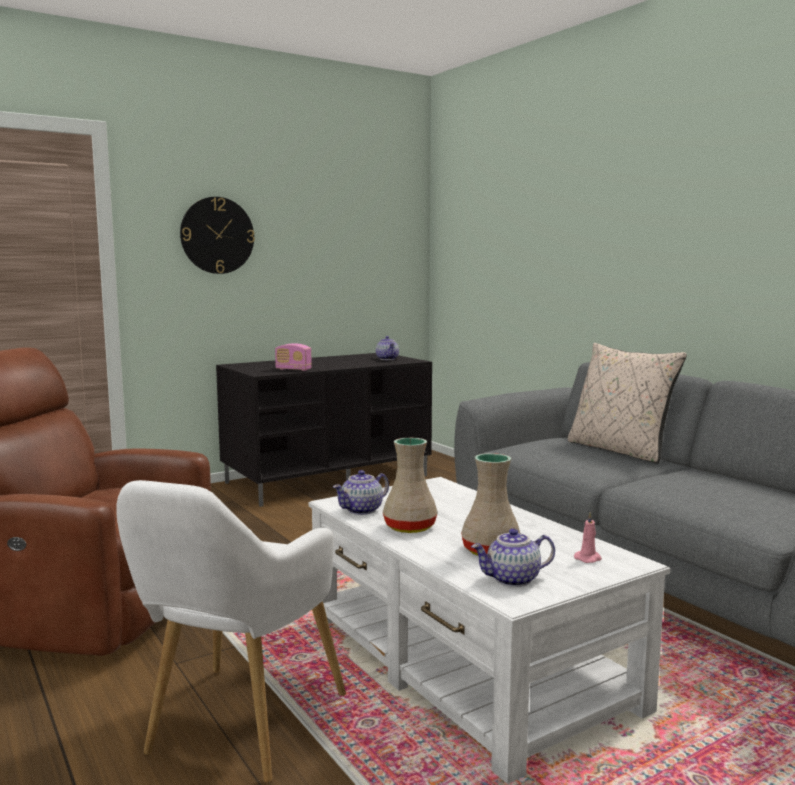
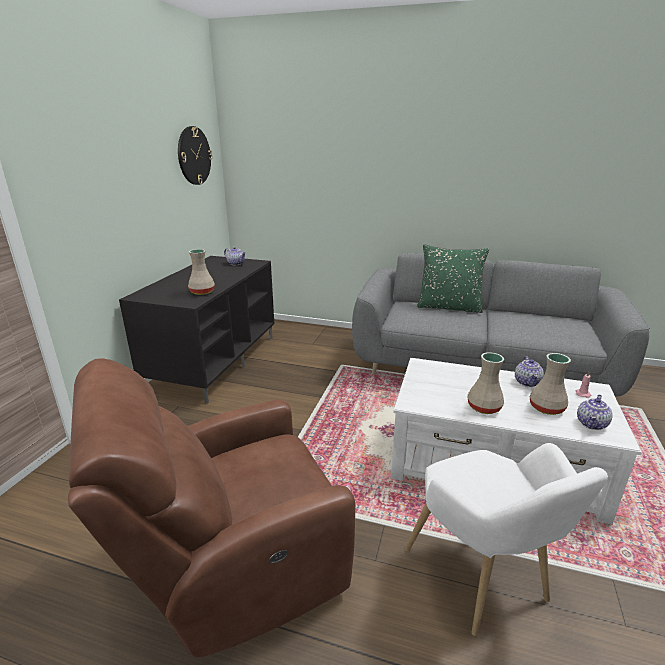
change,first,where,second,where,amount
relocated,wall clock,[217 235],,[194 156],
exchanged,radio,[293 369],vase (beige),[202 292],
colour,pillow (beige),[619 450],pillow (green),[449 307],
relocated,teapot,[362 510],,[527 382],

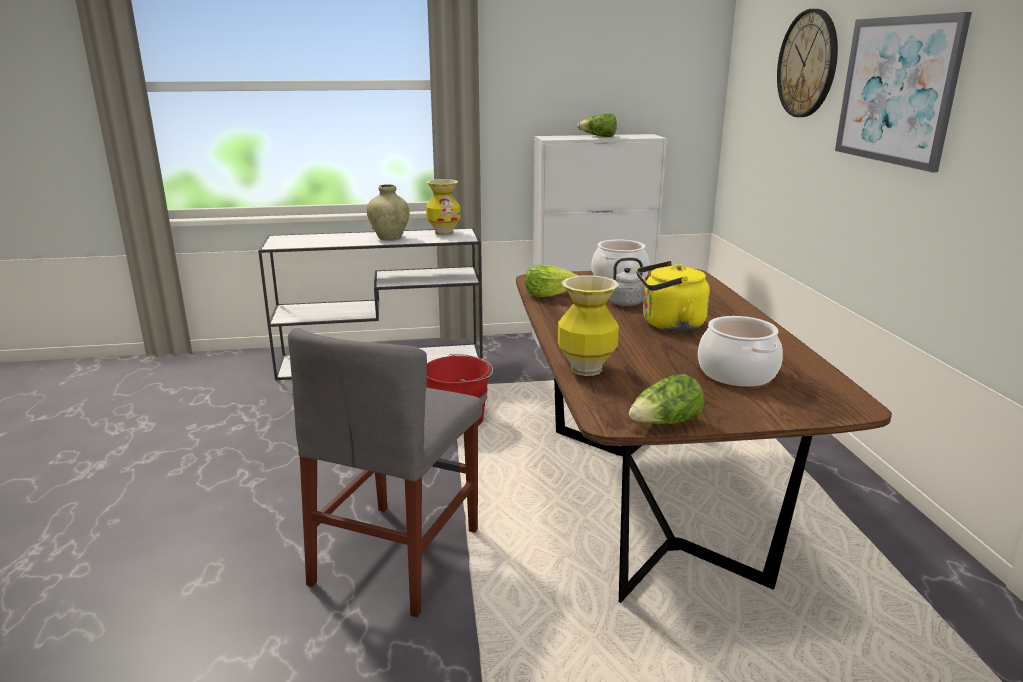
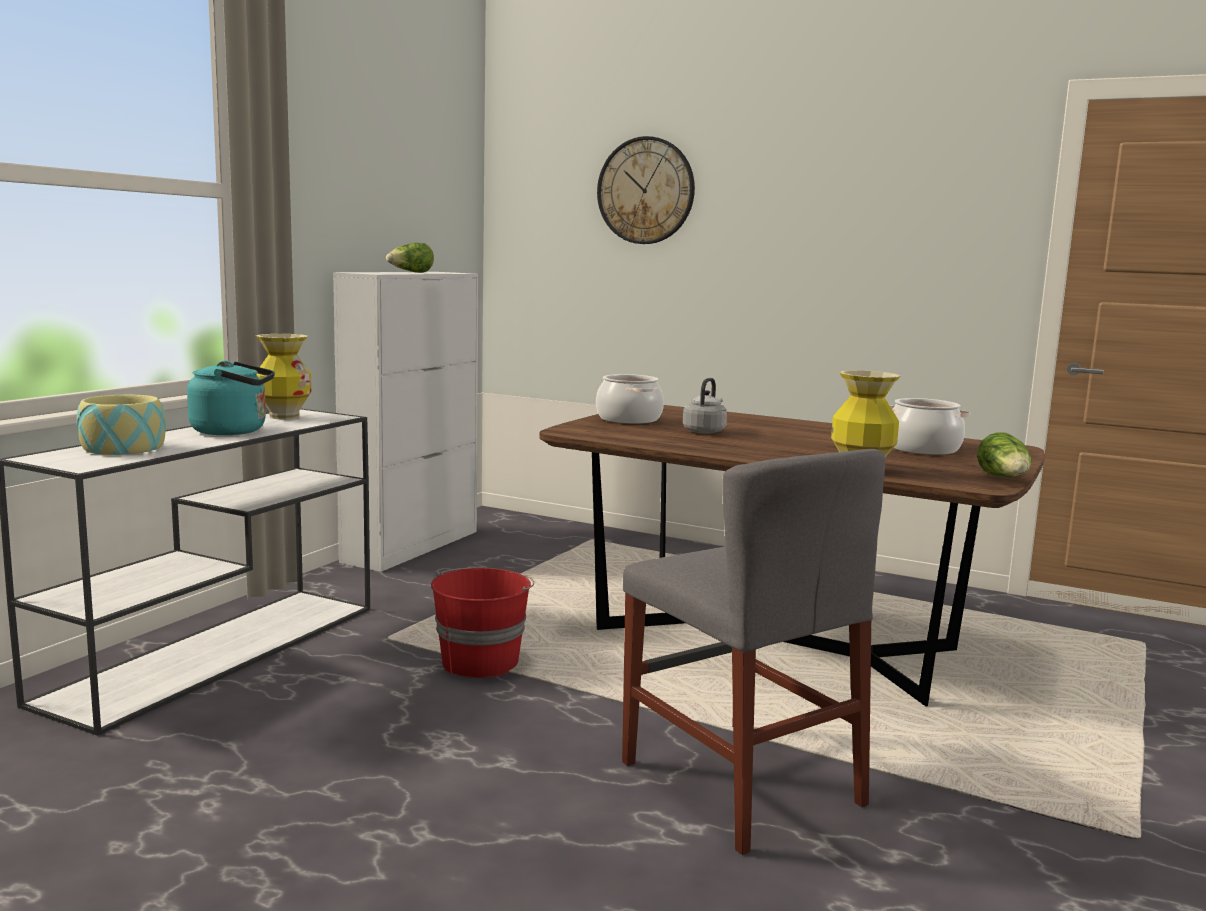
change,first,where,second,where,amount
missing,picture,[896 90],,,
exchanged,vase (beige),[389 238],kettle (turquoise),[234 431],
missing,kettle (yellow),[669 324],,,
missing,lettuce,[549 295],,,
appeared,,,bowl,[123 448],

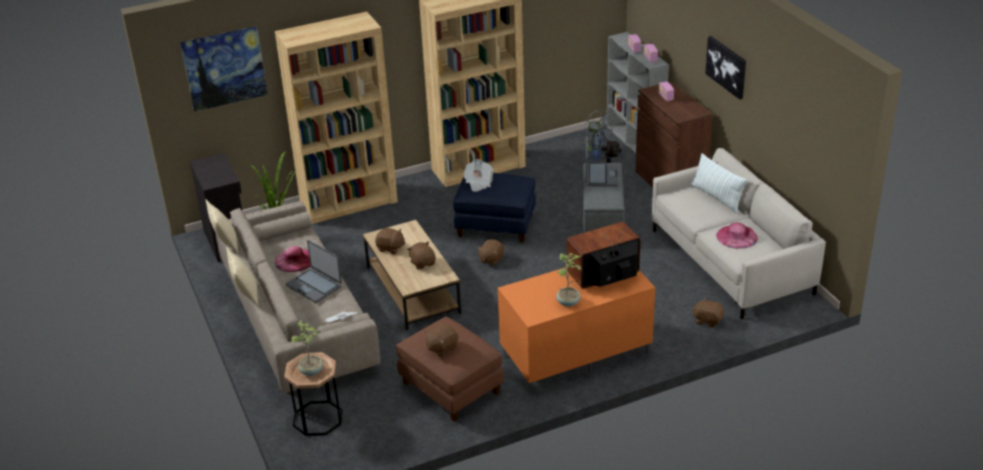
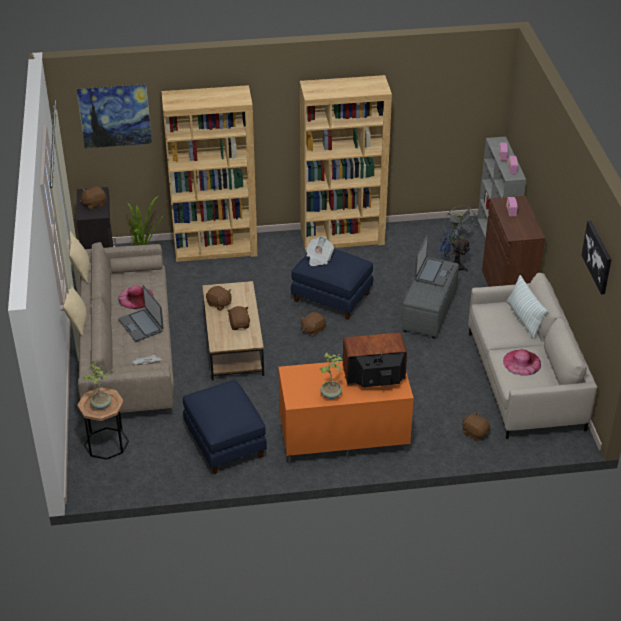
change,first,where,second,where,amount
relocated,picture,[726 66],,[597 257],
colour,ottoman (brown),[452 388],ottoman (blue),[226 443],
relocated,plush toy (brown),[442 348],,[94 204],

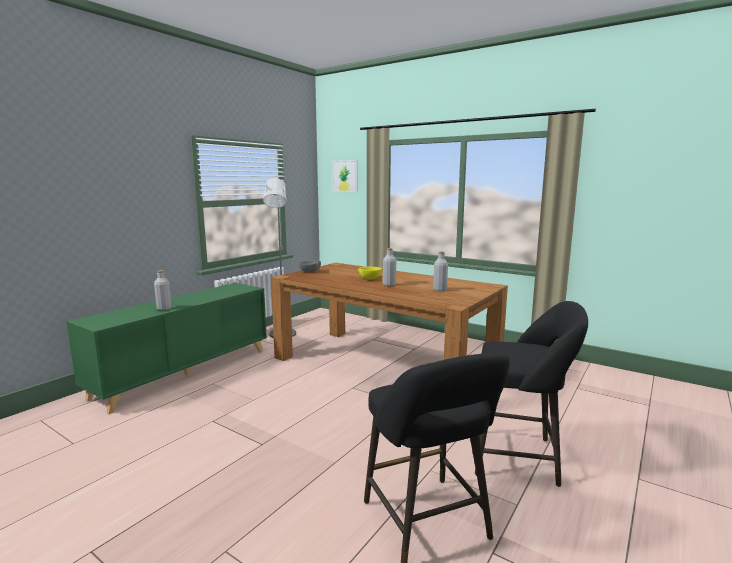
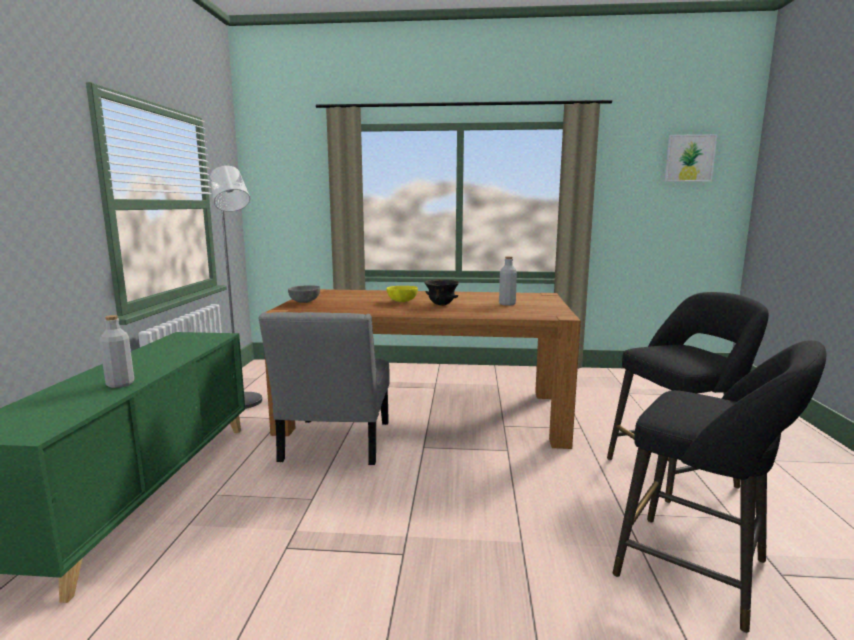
change,first,where,second,where,amount
relocated,picture,[345 176],,[689 158],
exchanged,bottle (grey),[389 285],bowl (black),[441 305],
appeared,,,chair (grey),[334 445],

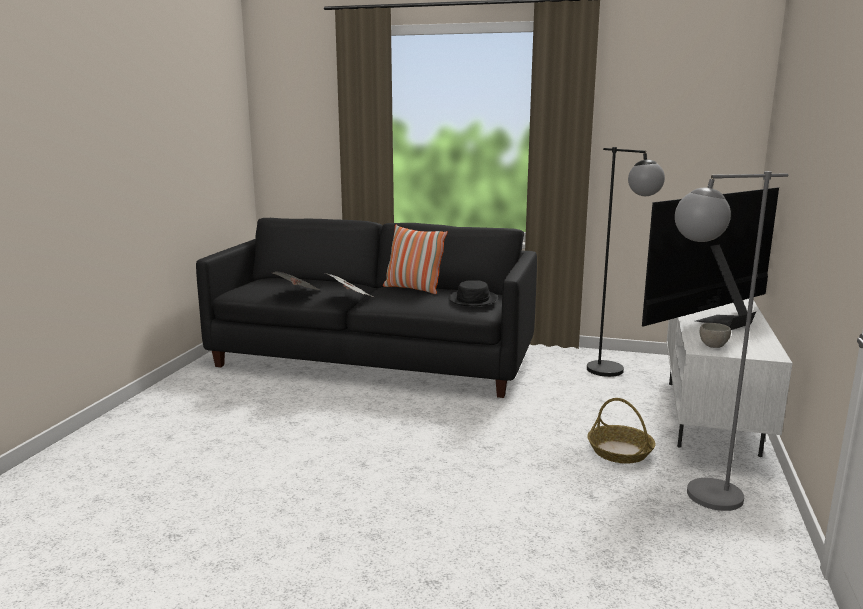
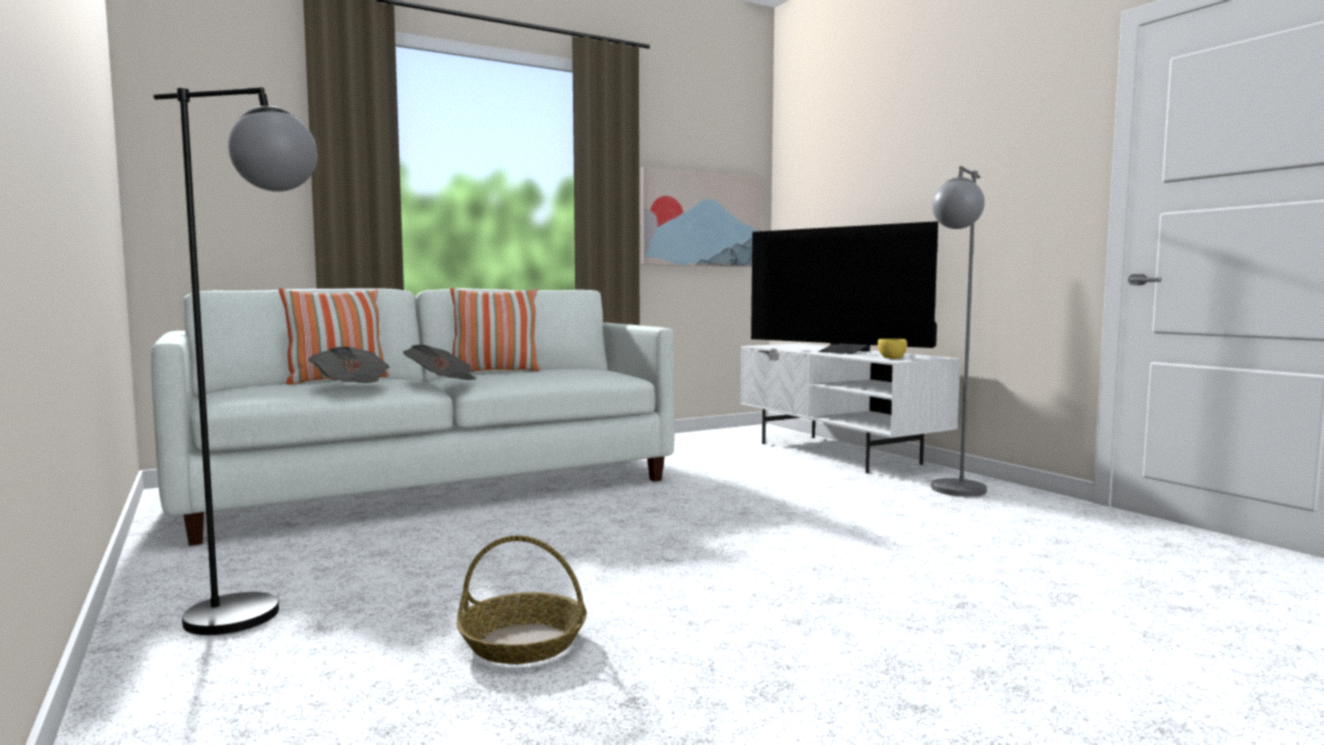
change,first,where,second,where,amount
relocated,floor lamp (black),[615 374],,[259 619],
spun,television,[716 321],,[841 352],60 degrees counterclockwise
colour,sofa (black),[373 359],sofa (white),[436 487],
missing,hat (black),[473 299],,,
colour,bowl (grey),[712 345],bowl (yellow),[891 358],
relocated,basket,[620 452],,[523 642],
appeared,,,picture,[701 219],
appeared,,,pillow,[337 380],

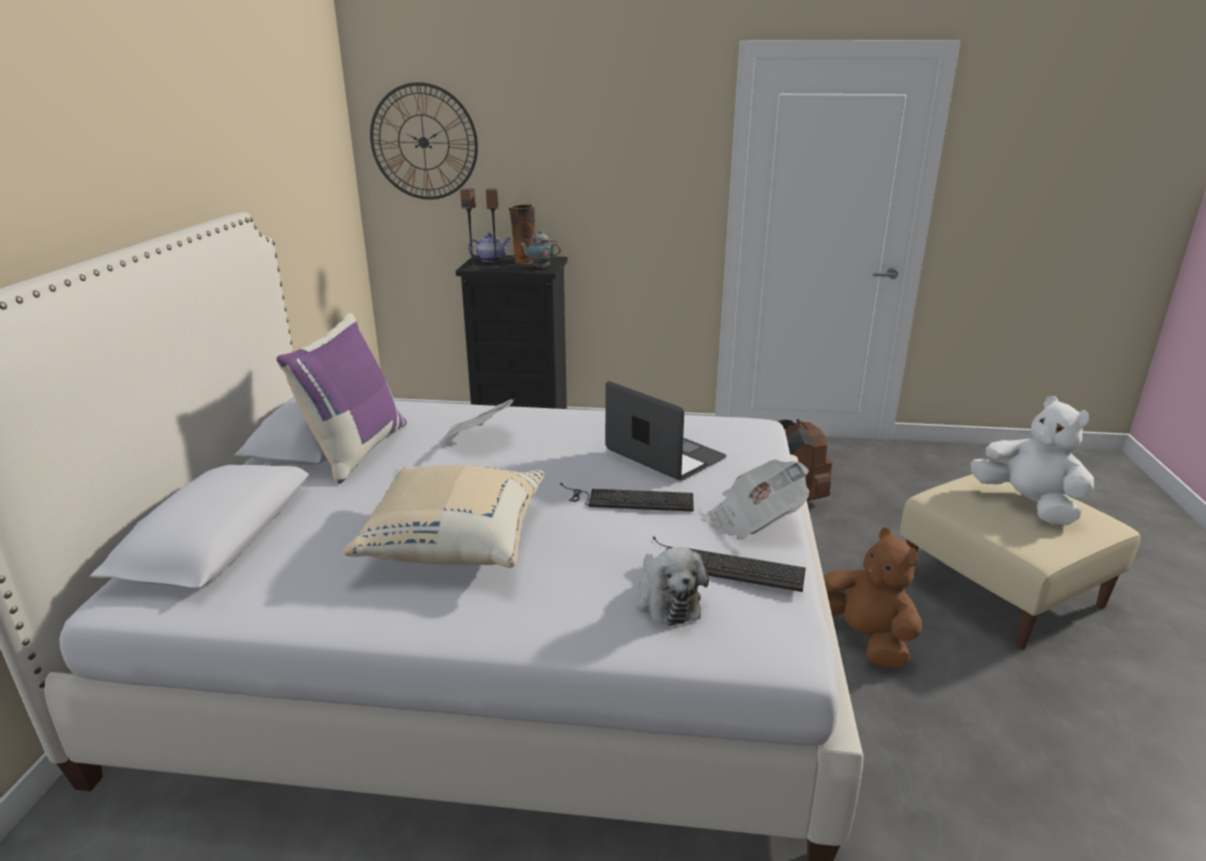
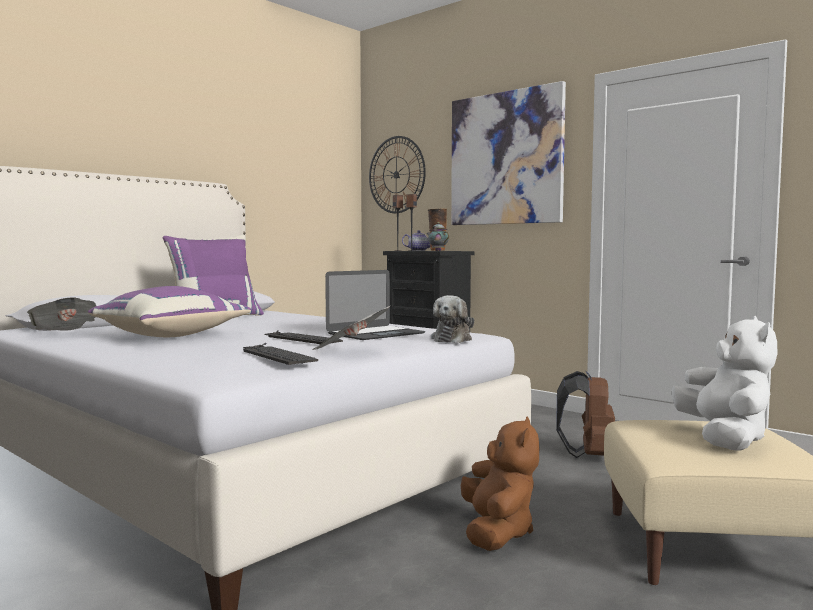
change,first,where,second,where,amount
spun,laptop,[664 454],,[375 333],60 degrees clockwise
relocated,newspaper,[477 438],,[66 334],
colour,pillow (beige),[453 541],pillow (purple),[170 336],
relocated,plush toy,[666 600],,[452 339],
appeared,,,picture,[506 158],

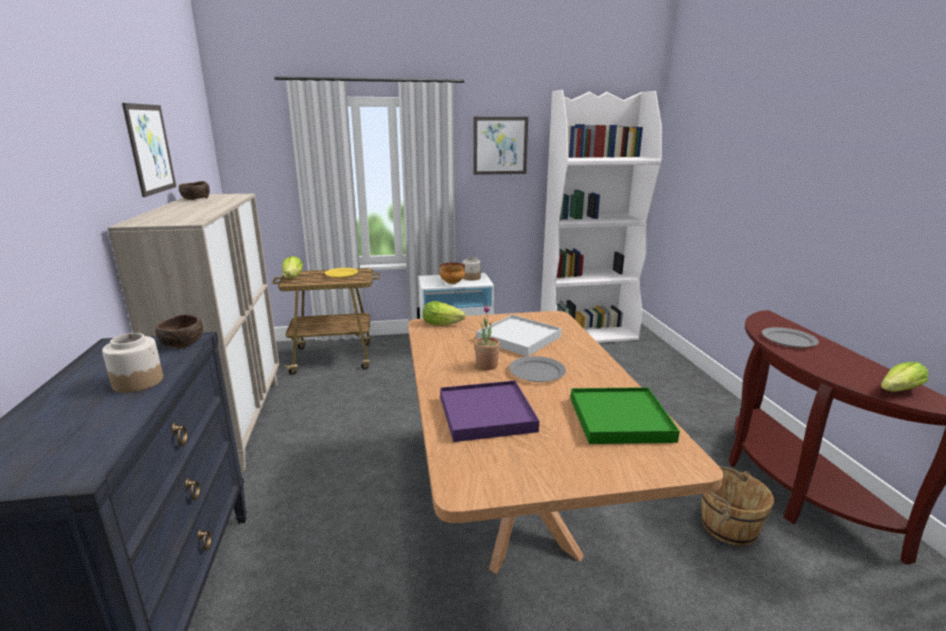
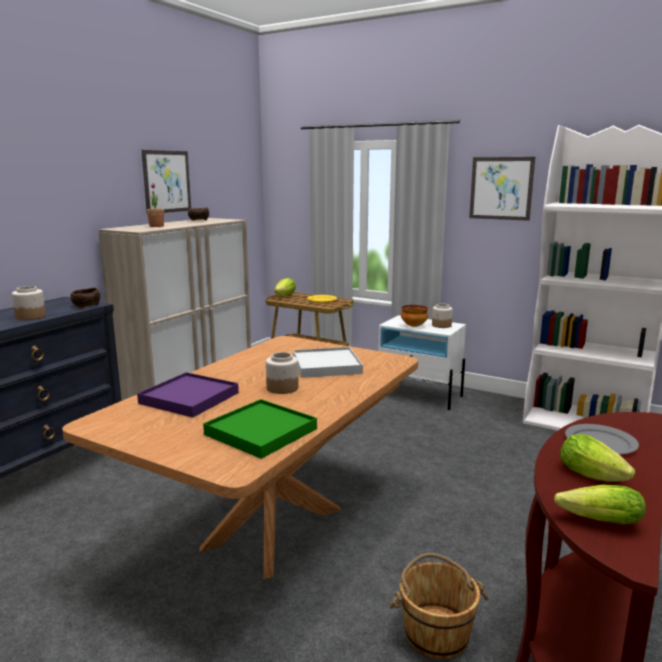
change,first,where,second,where,amount
relocated,lettuce,[444 324],,[595 476],
relocated,potted plant,[486 365],,[156 226],
exchanged,plate (grey),[536 372],jar,[282 388],

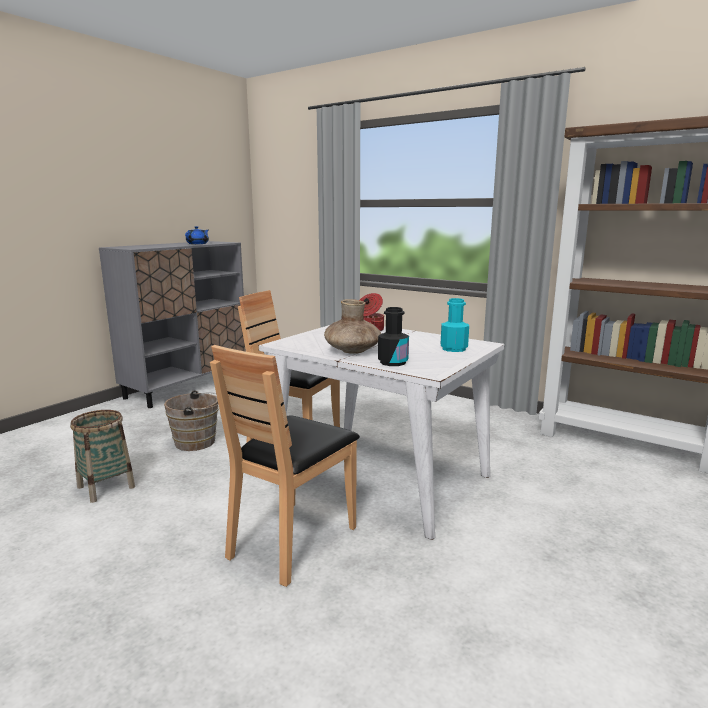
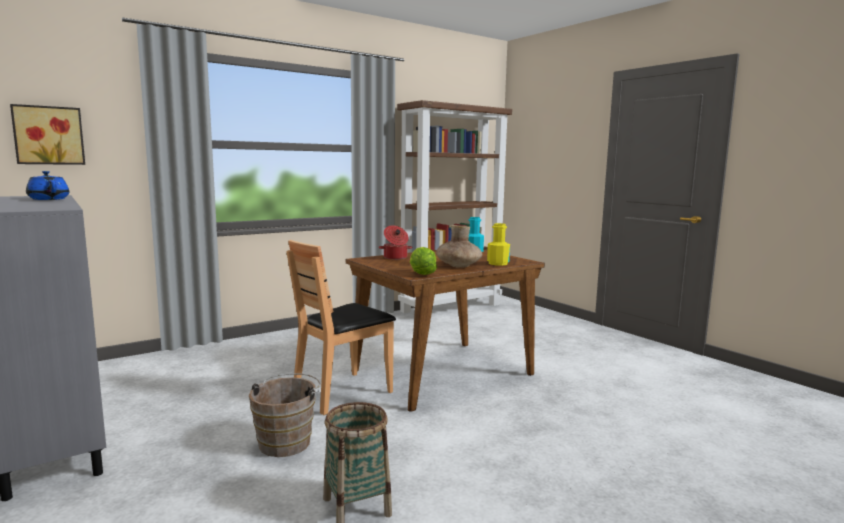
change,first,where,second,where,amount
colour,bottle (black),[393 362],bottle (yellow),[498 263],
colour,dining table (white),[379 476],dining table (brown),[441 373],
missing,chair (brown),[292 540],,,
appeared,,,picture,[49 135],
appeared,,,lettuce,[421 274],

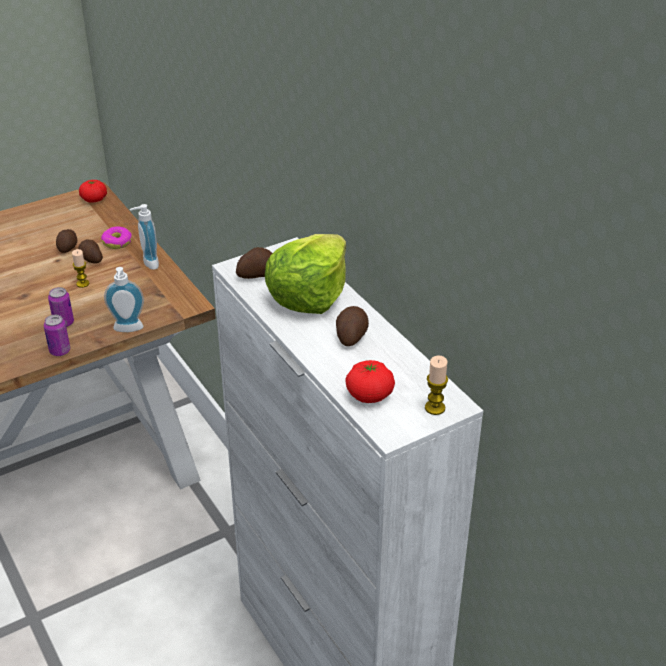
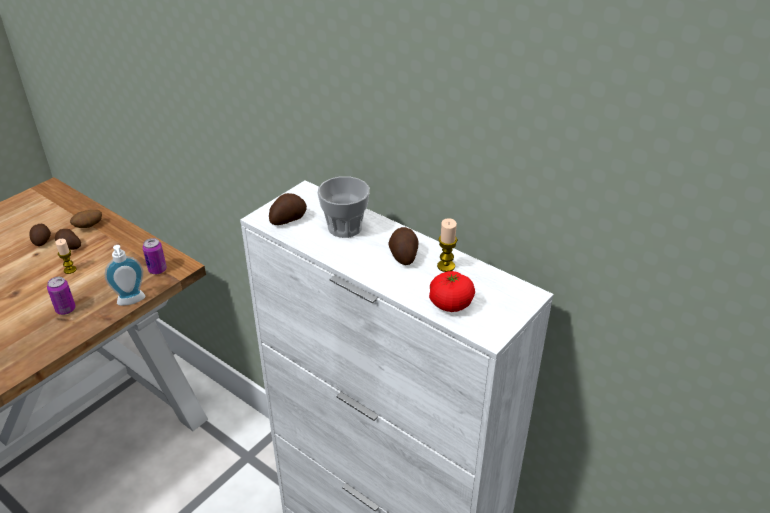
change,first,where,second,where,amount
missing,tomato,[94 199],,,
missing,soap dispenser,[147 263],,,
exchanged,donut,[117 242],potato,[88 226],
exchanged,lettuce,[309 295],cup,[345 227],
relocated,can,[60 351],,[157 270],
relocated,candle,[435 408],,[446 266],

